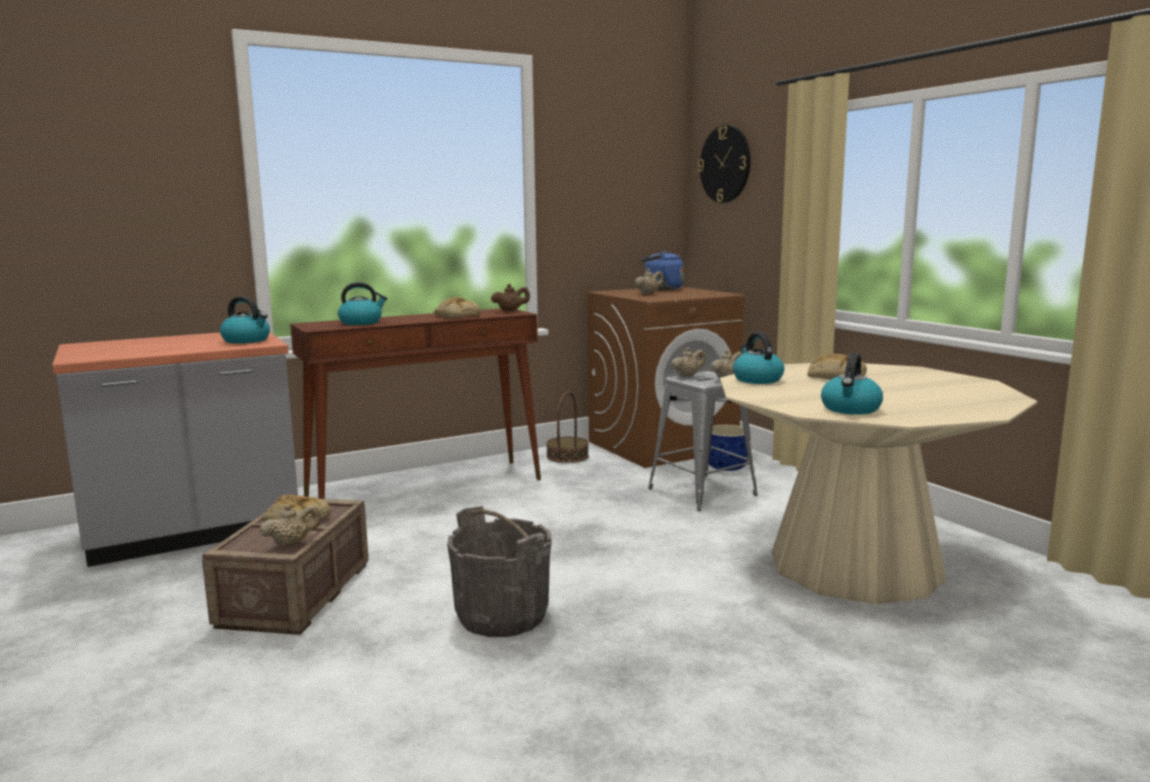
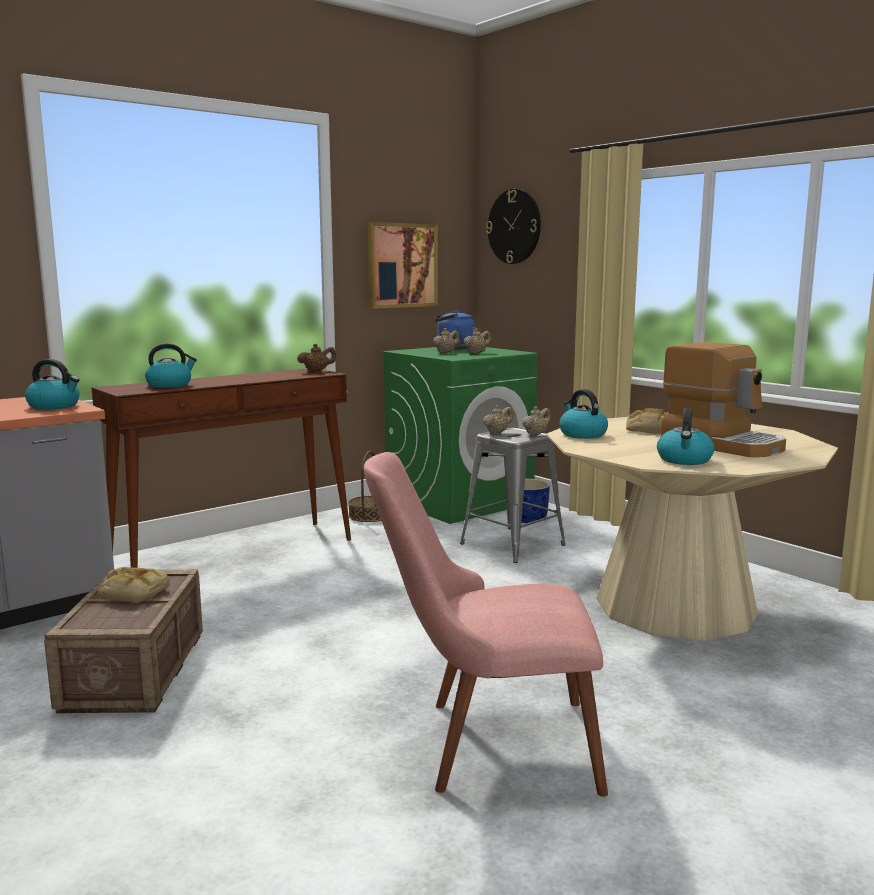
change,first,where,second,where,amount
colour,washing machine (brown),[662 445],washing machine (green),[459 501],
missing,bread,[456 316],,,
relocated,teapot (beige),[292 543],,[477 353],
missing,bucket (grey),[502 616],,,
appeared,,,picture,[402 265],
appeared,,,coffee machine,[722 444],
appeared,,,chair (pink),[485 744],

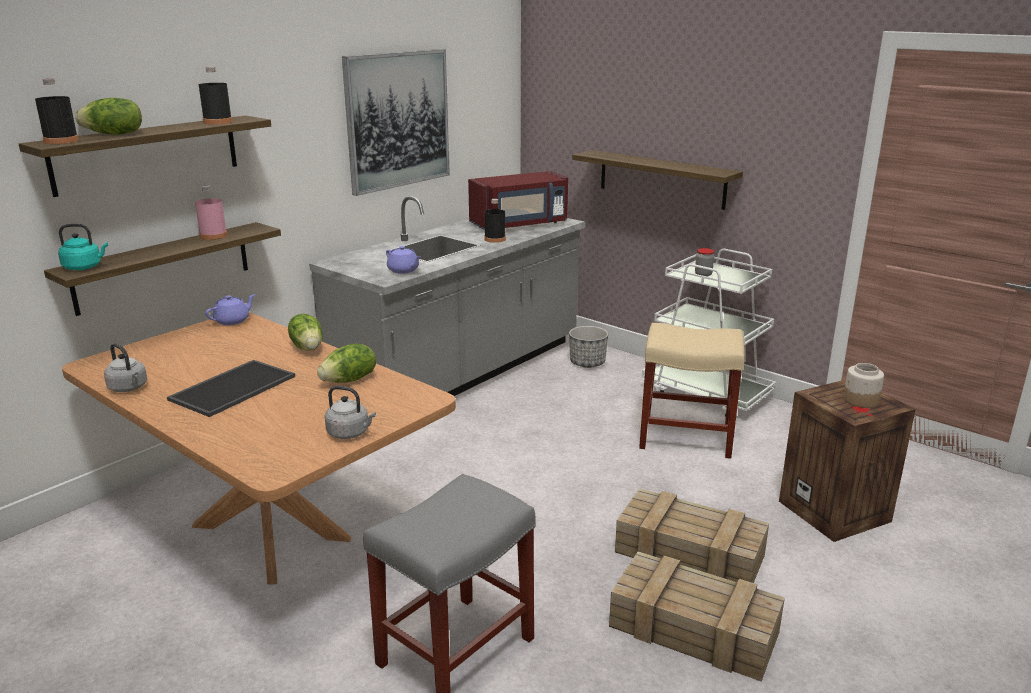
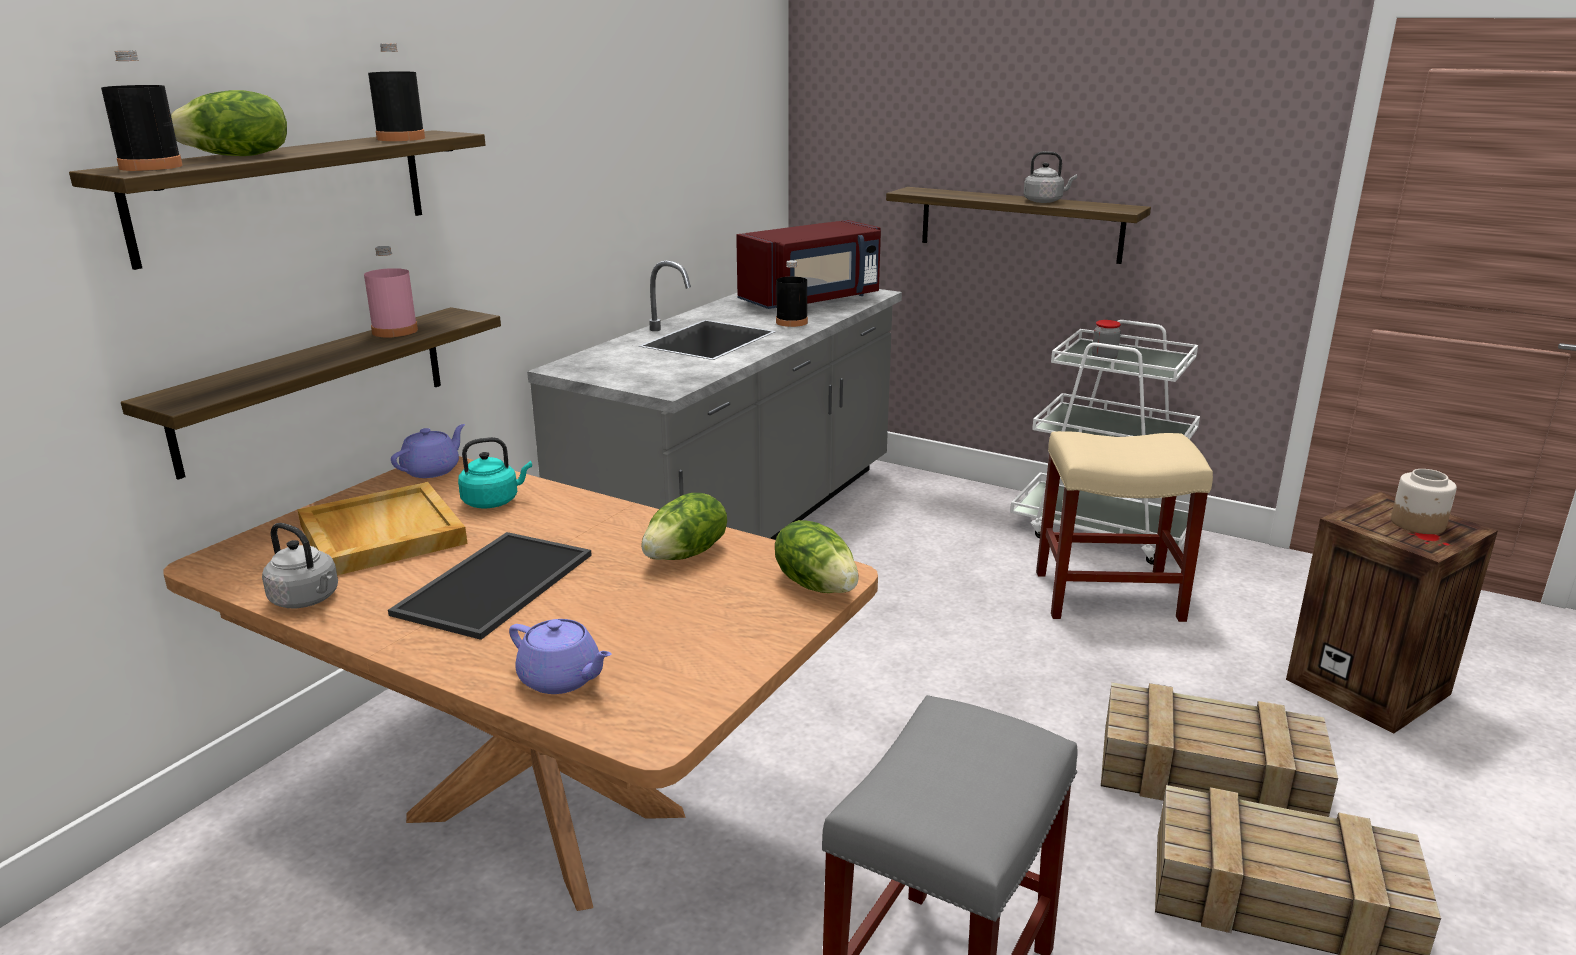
change,first,where,second,where,amount
missing,picture,[397 120],,,
relocated,kettle (turquoise),[84 267],,[493 501],
relocated,teapot (purple),[403 270],,[561 679],
relocated,lettuce,[308 347],,[817 585],
missing,planter,[587 363],,,
relocated,kettle (grey),[350 433],,[1045 201],
appeared,,,tray (beige),[380 534],

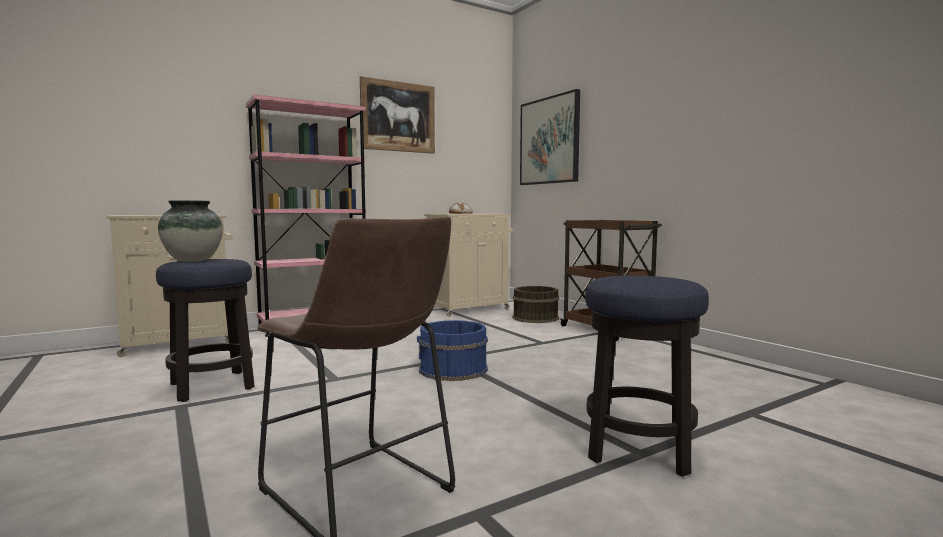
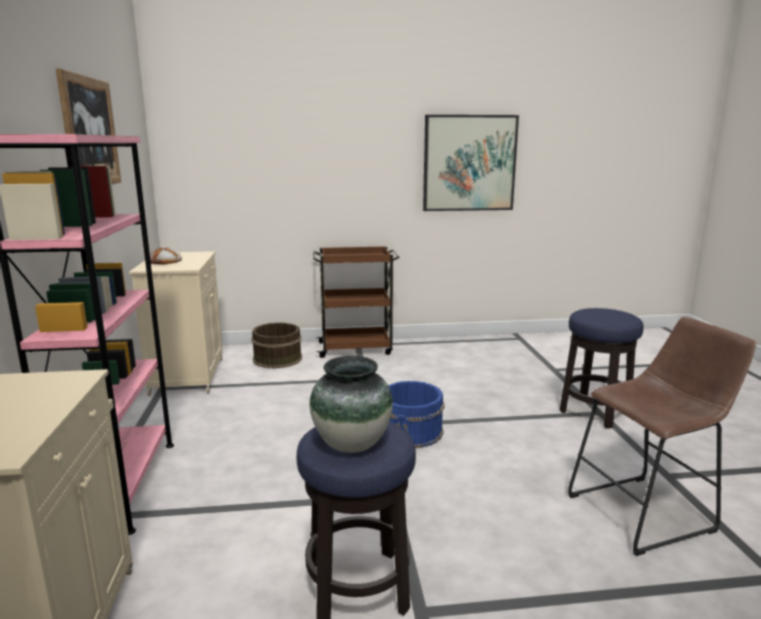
change,first,where,second,where,amount
relocated,picture,[549 141],,[469 163],

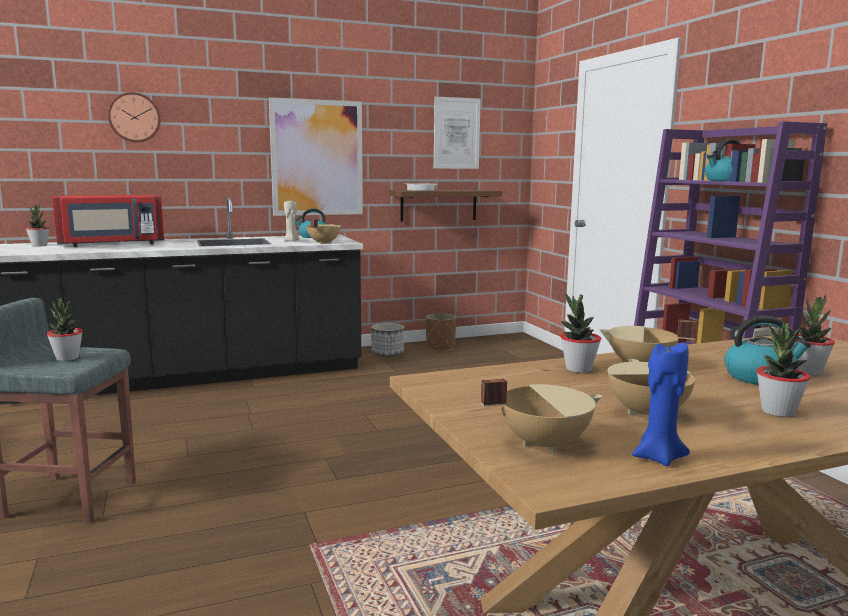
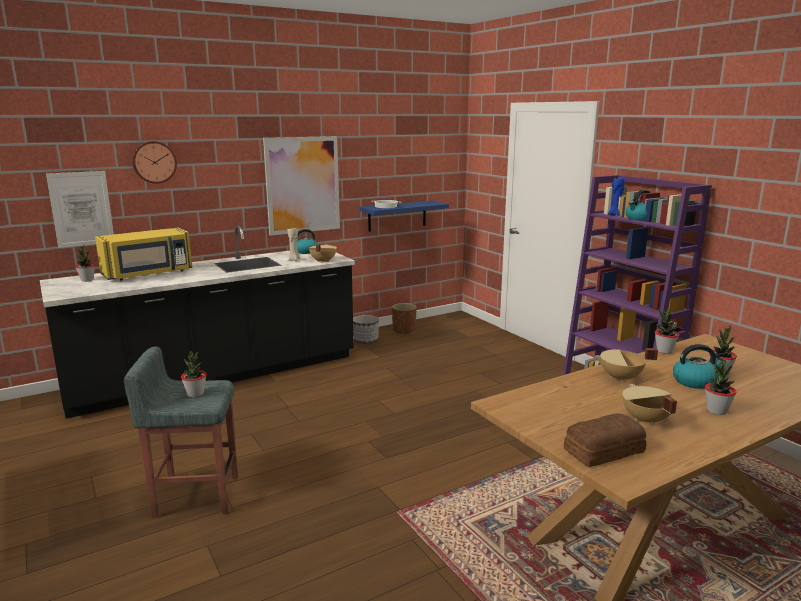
change,first,where,second,where,amount
relocated,picture,[456 133],,[81 209],
colour,shelf (brown),[438 205],shelf (blue),[397 216],
colour,microwave (red),[112 244],microwave (yellow),[148 274],
relocated,potted plant,[578 369],,[664 351],
relocated,candle (blue),[658 457],,[614 215],
exchanged,cooking pot (beige),[543 443],bread,[602 450],

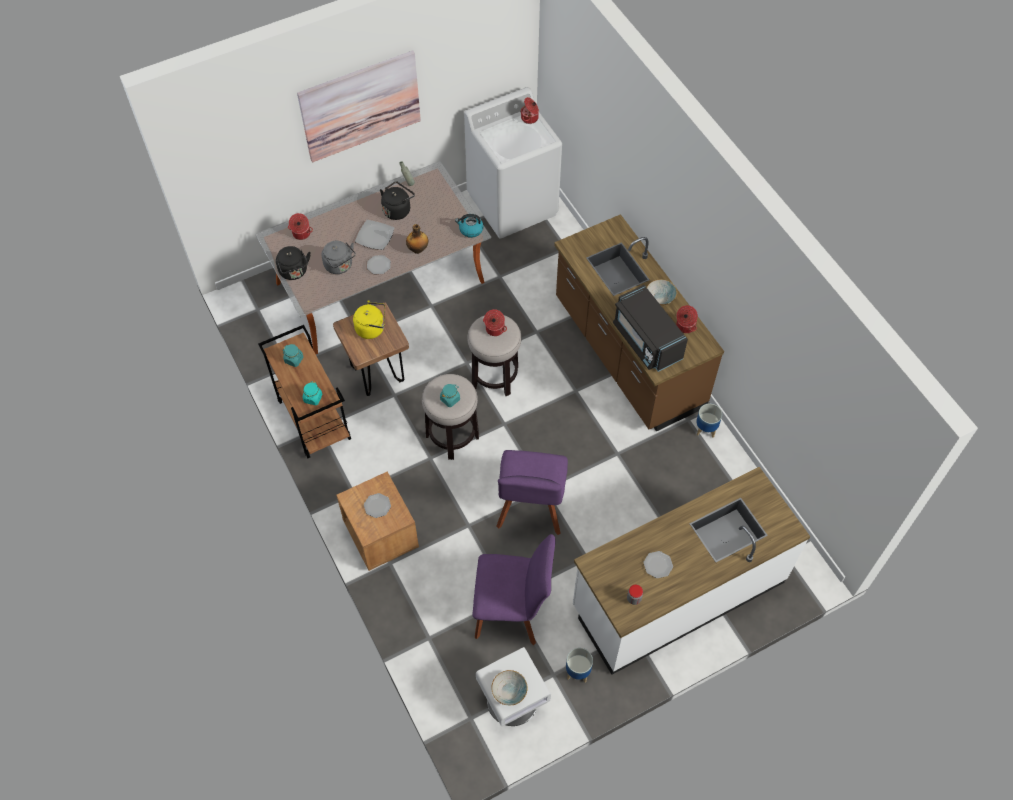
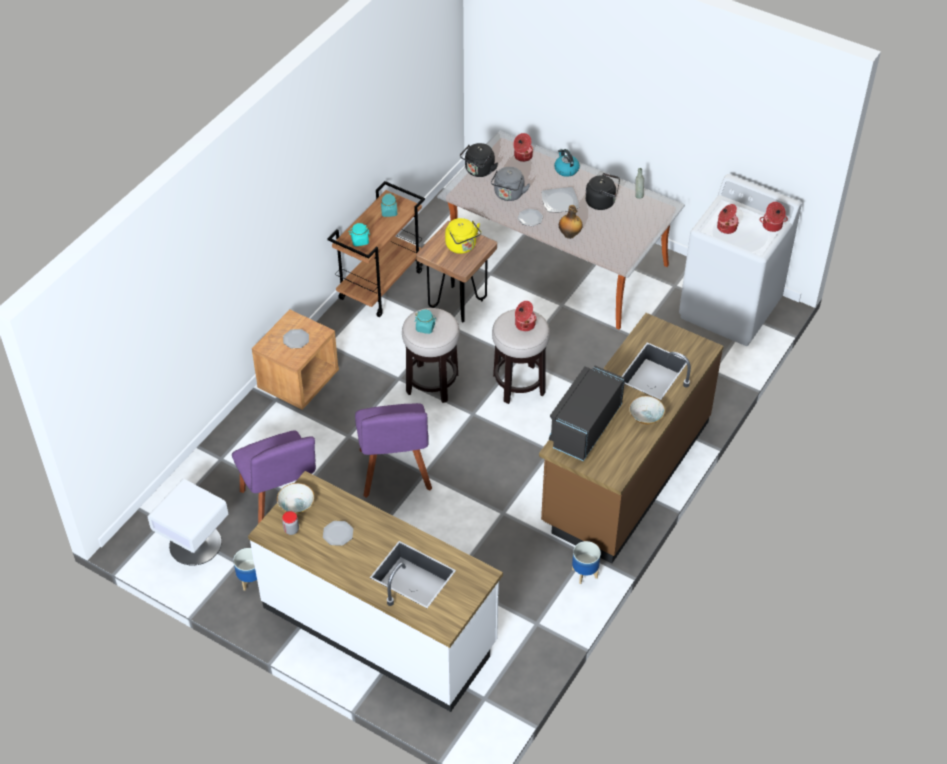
change,first,where,second,where,amount
missing,picture,[360 106],,,
relocated,kettle,[470 230],,[566 169],
relocated,cooking pot,[685 326],,[726 227],
spun,chair (purple),[530 509],,[395 473],75 degrees counterclockwise
relocated,bowl,[509 691],,[296 505],

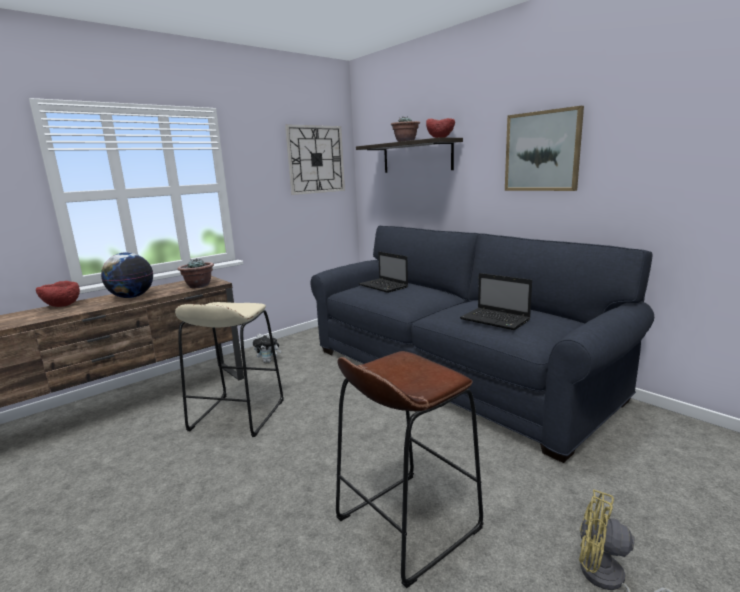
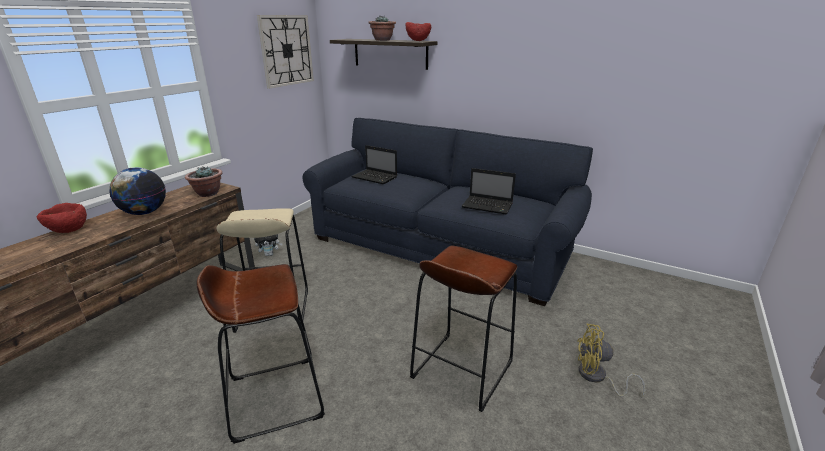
change,first,where,second,where,amount
missing,picture,[542 151],,,
appeared,,,stool (brown),[275 397],

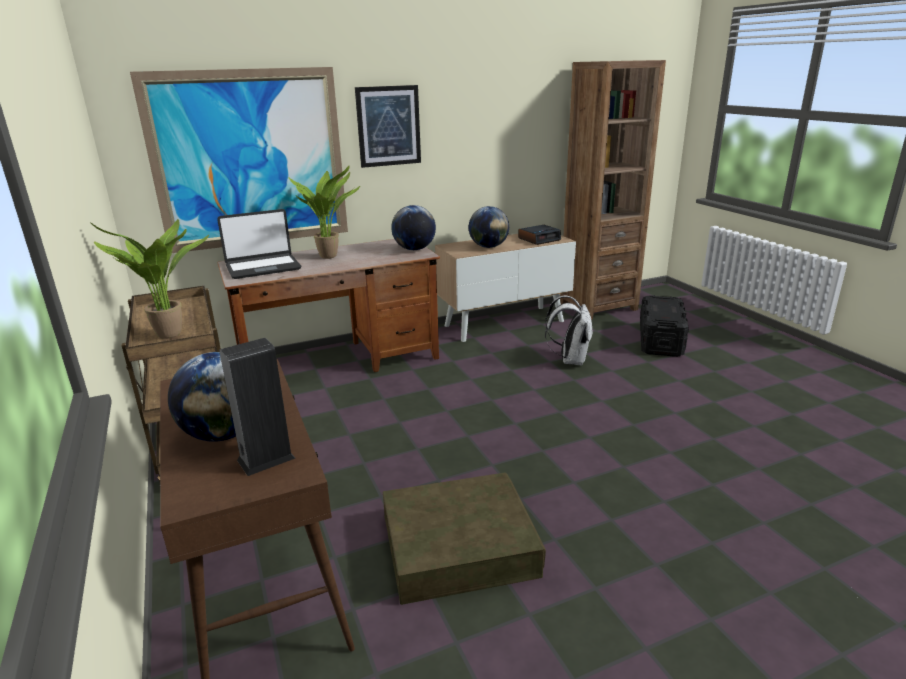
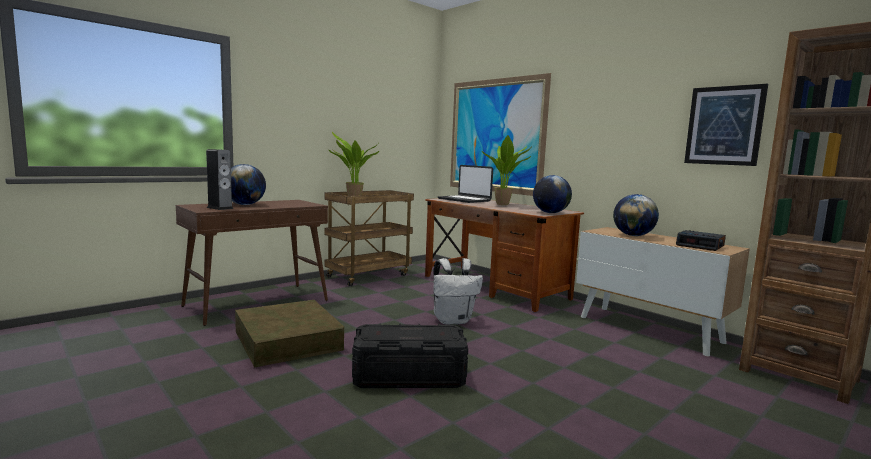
change,first,where,second,where,amount
relocated,picture,[388 126],,[724 125],
relocated,backpack (white),[570 360],,[453 320],
relocated,storage box (black),[660 339],,[408 376],

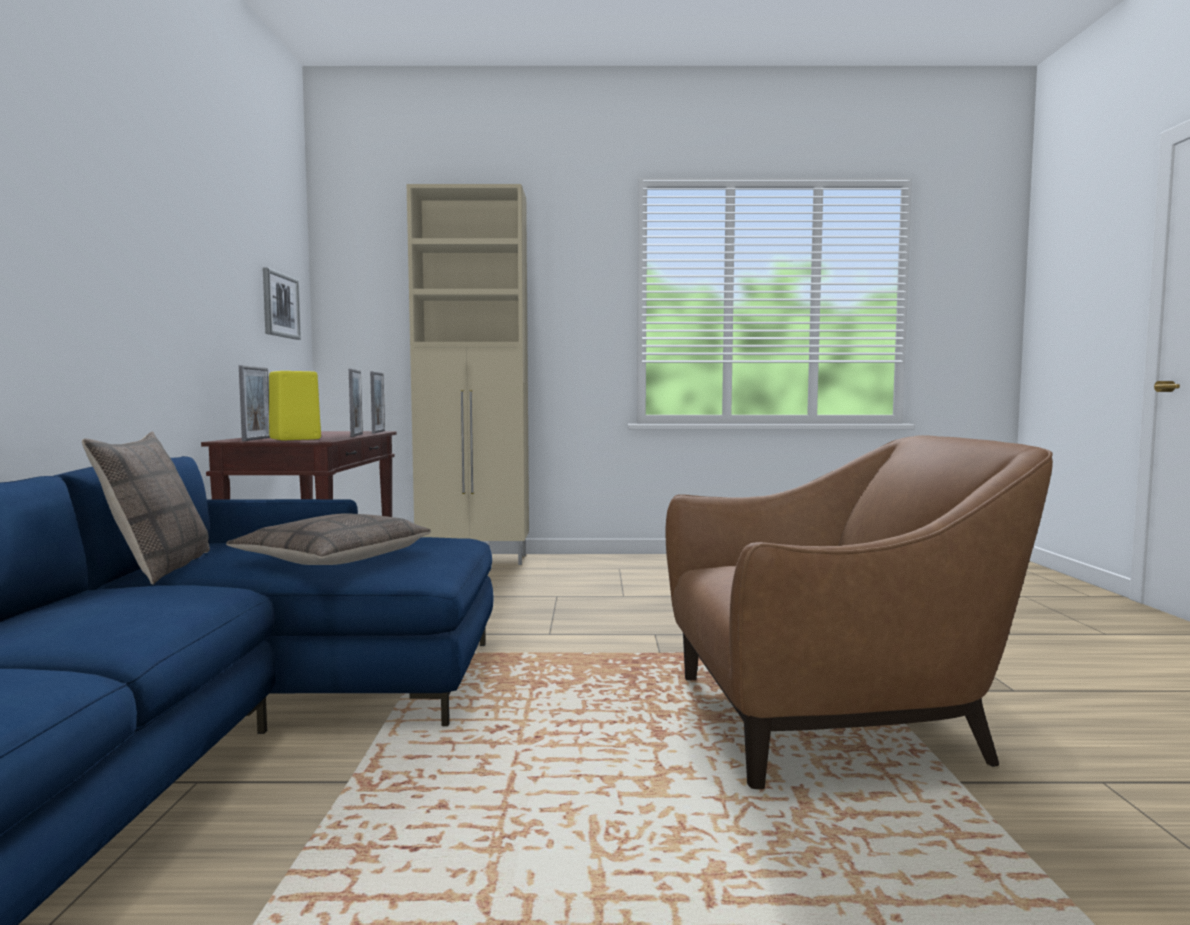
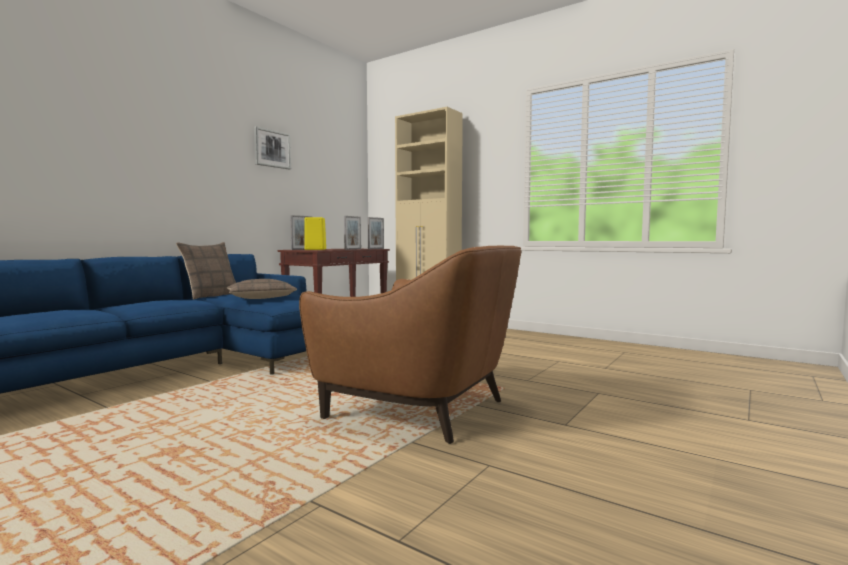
change,first,where,second,where,amount
relocated,picture,[280 305],,[272 148],

